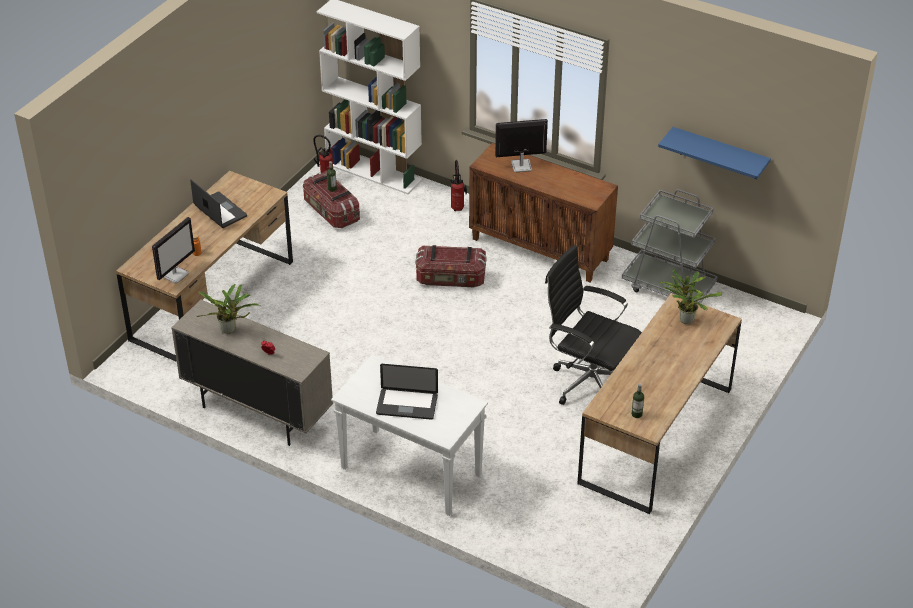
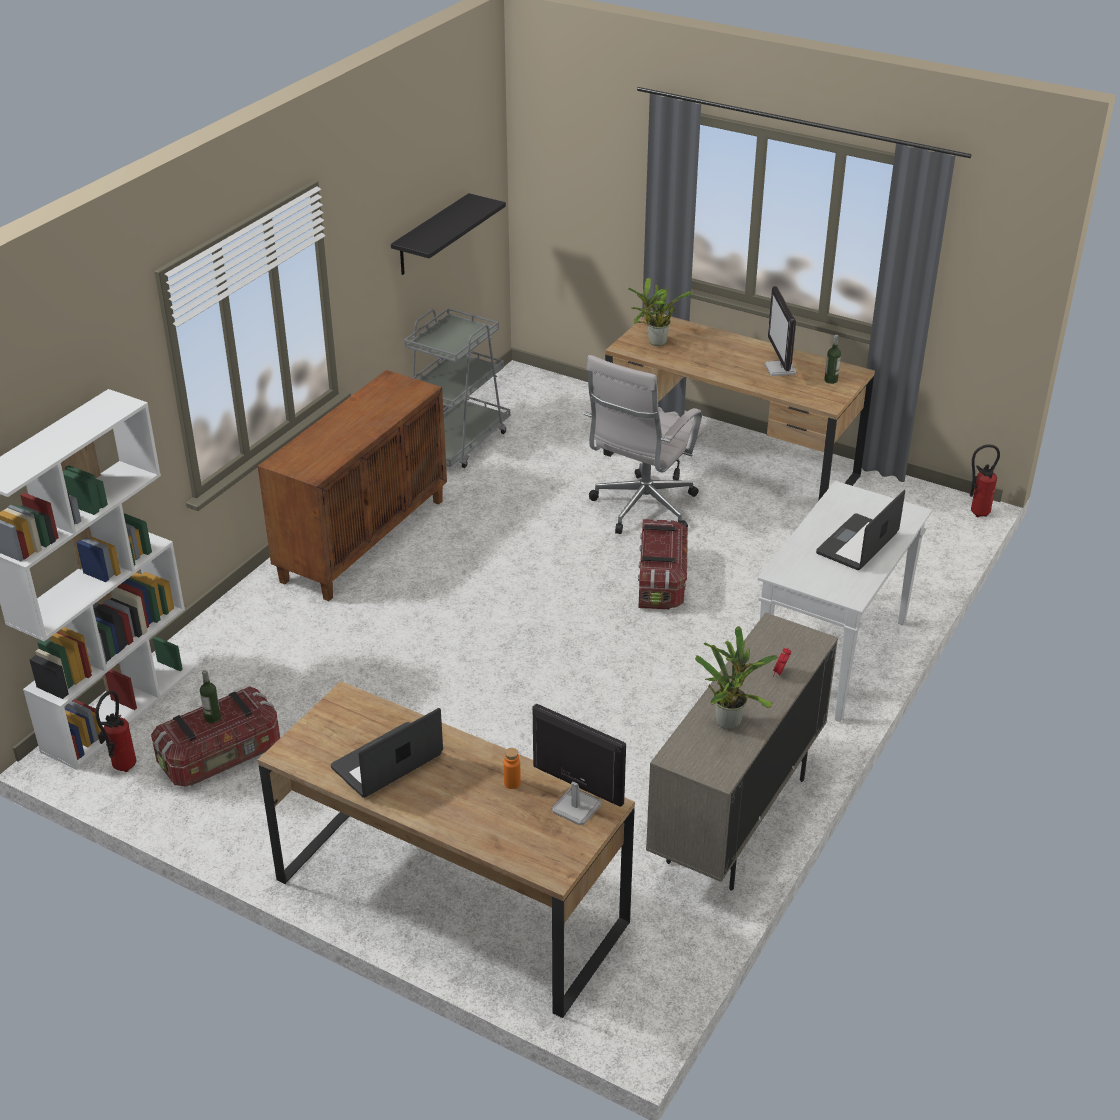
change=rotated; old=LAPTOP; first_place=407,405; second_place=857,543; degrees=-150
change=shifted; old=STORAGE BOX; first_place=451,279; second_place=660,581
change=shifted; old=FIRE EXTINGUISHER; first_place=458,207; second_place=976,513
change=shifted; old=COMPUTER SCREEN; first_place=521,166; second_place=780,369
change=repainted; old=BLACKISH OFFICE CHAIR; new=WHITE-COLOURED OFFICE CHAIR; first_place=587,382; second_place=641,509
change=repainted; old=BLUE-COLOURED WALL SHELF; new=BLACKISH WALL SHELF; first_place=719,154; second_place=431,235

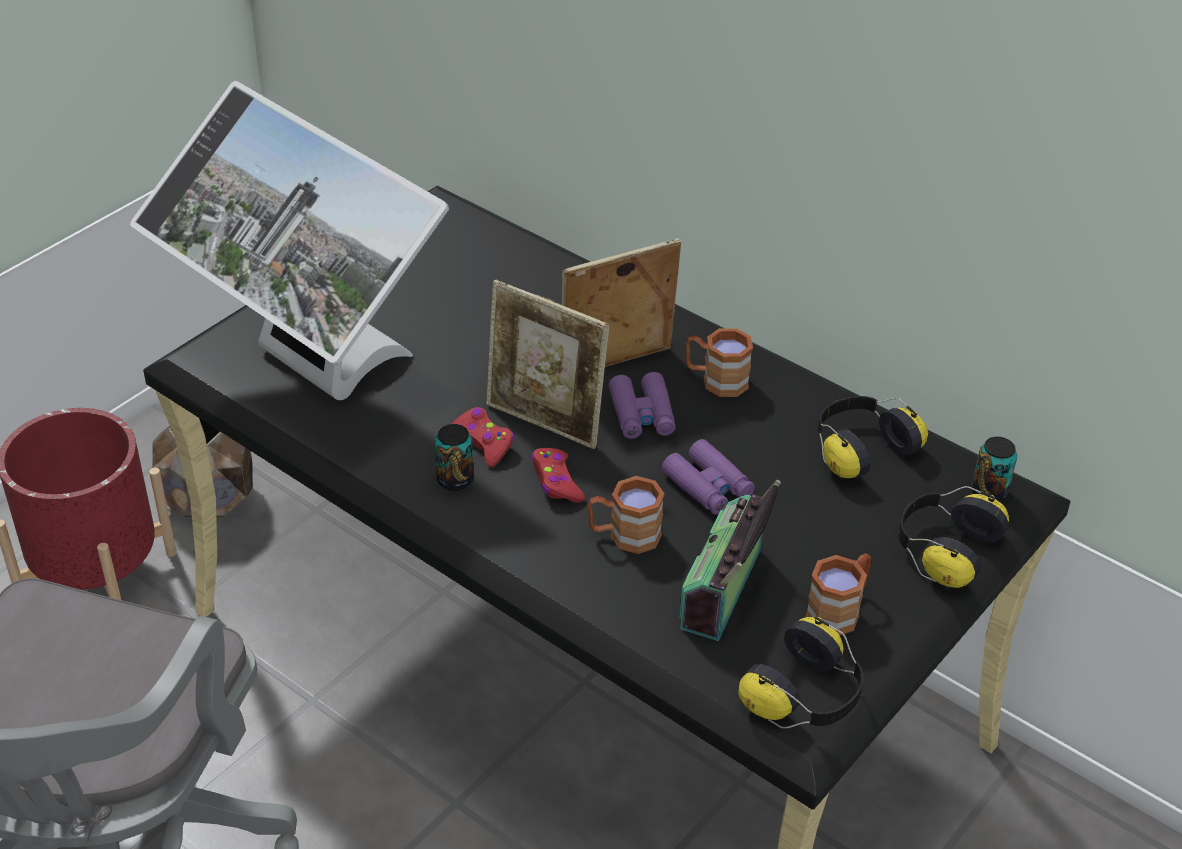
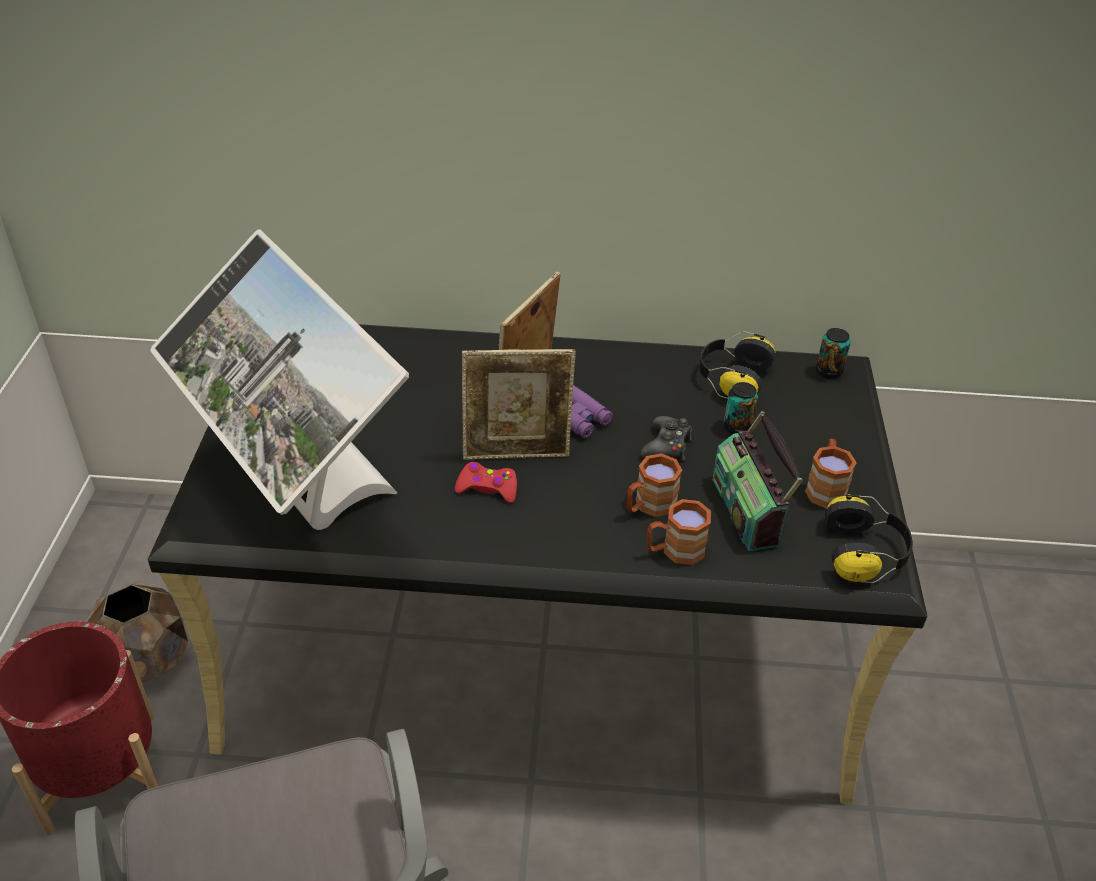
change=rotated; old=COMPUTER SCREEN; first_place=308,371; second_place=300,497; degrees=45
change=shifted; old=SEALED CAN; first_place=455,480; second_place=737,427
change=gone; old=REDDISH GAMEPAD; first_place=556,482
change=swapped; old=PURPLE PAIR OF BINOCULARS; new=BLACKISH GAMEPAD; first_place=708,486; second_place=667,446
change=shifted; old=BROWN-COLOURED COFFEE MUG; first_place=716,380; second_place=675,550
change=gone; old=HEADPHONES; first_place=943,549

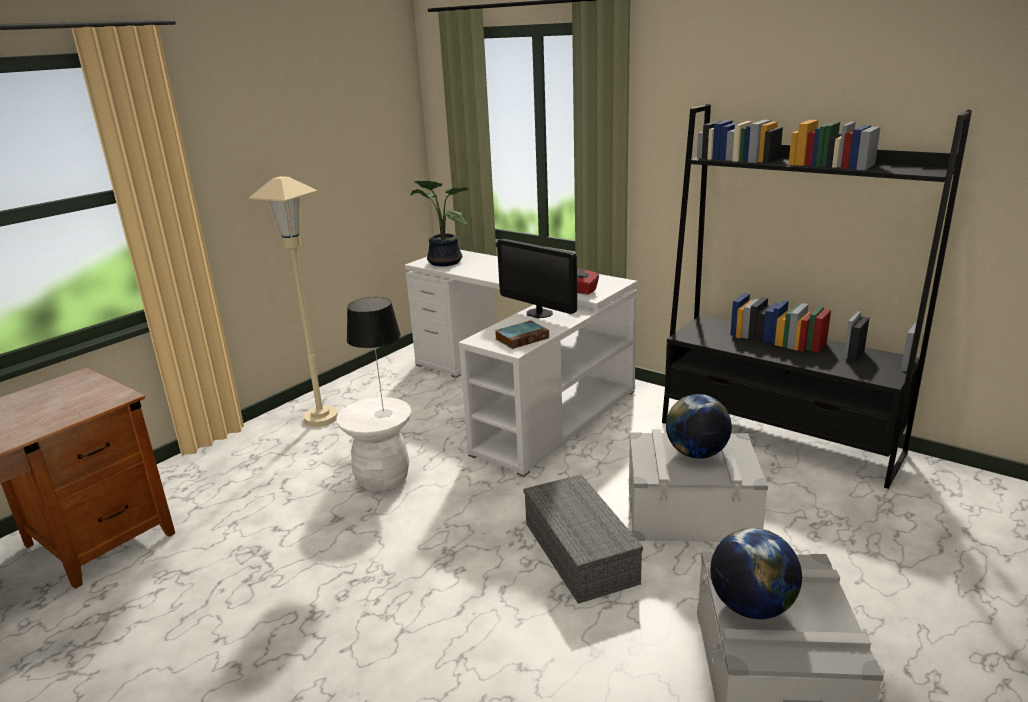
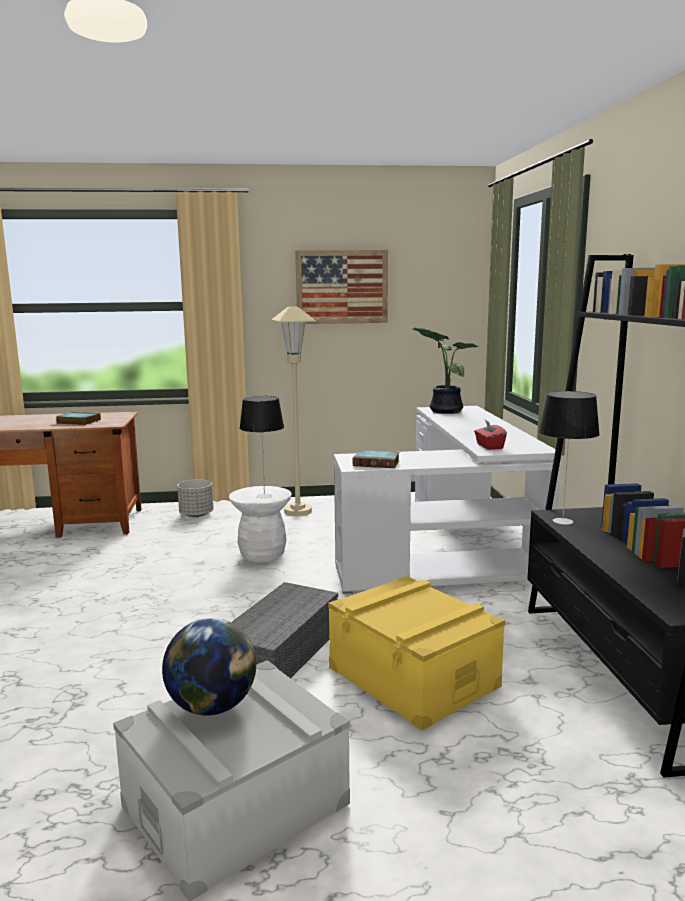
change=gone; old=COMPUTER SCREEN; first_place=539,313
change=repainted; old=GREYISH STORAGE BOX; new=YELLOWISH STORAGE BOX; first_place=691,511; second_place=413,676
change=gone; old=WORLD GLOBE; first_place=696,453
change=new; new=BOUND BOOK; second_place=77,421
change=new; new=GREYISH PLANTER; second_place=196,514
change=new; new=WALL ART; second_place=342,287
change=new; new=TABLE LAMP; second_place=563,521

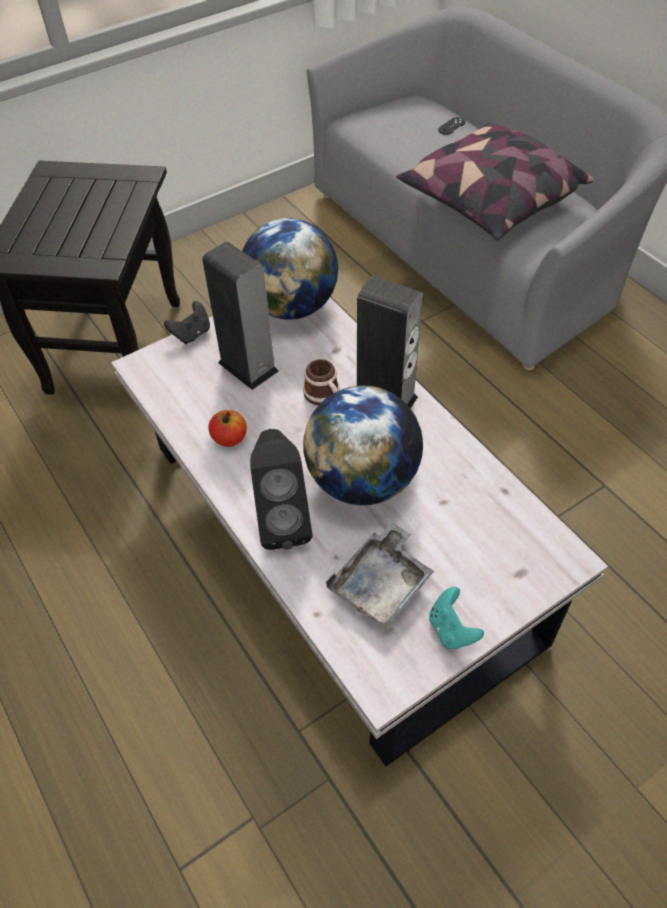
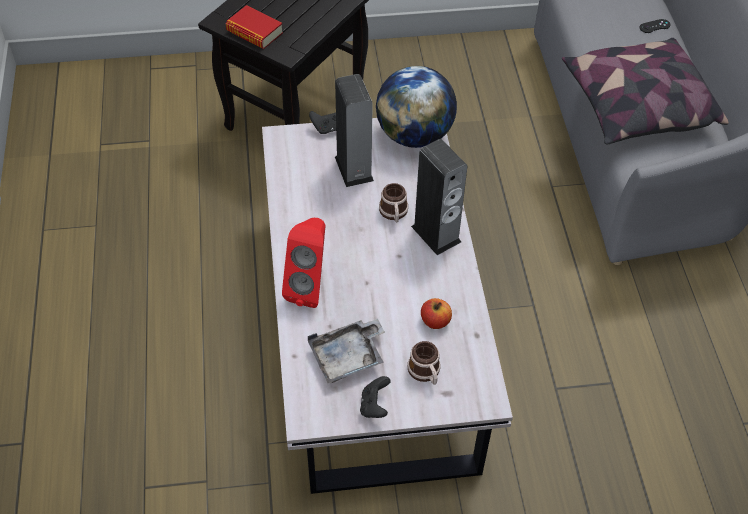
change=shifted; old=WHOLE APPLE; first_place=229,438; second_place=435,321
change=repainted; old=BLACKISH AUDIO SPEAKER; new=REDDISH AUDIO SPEAKER; first_place=282,521; second_place=310,287
change=gone; old=WORLD GLOBE; first_place=363,480
change=repainted; old=BLUE-GREEN GAMEPAD; new=BLACKISH GAMEPAD; first_place=451,629; second_place=374,406
change=new; new=BOUND BOOK; second_place=254,32
change=new; new=COFFEE MUG; second_place=425,373

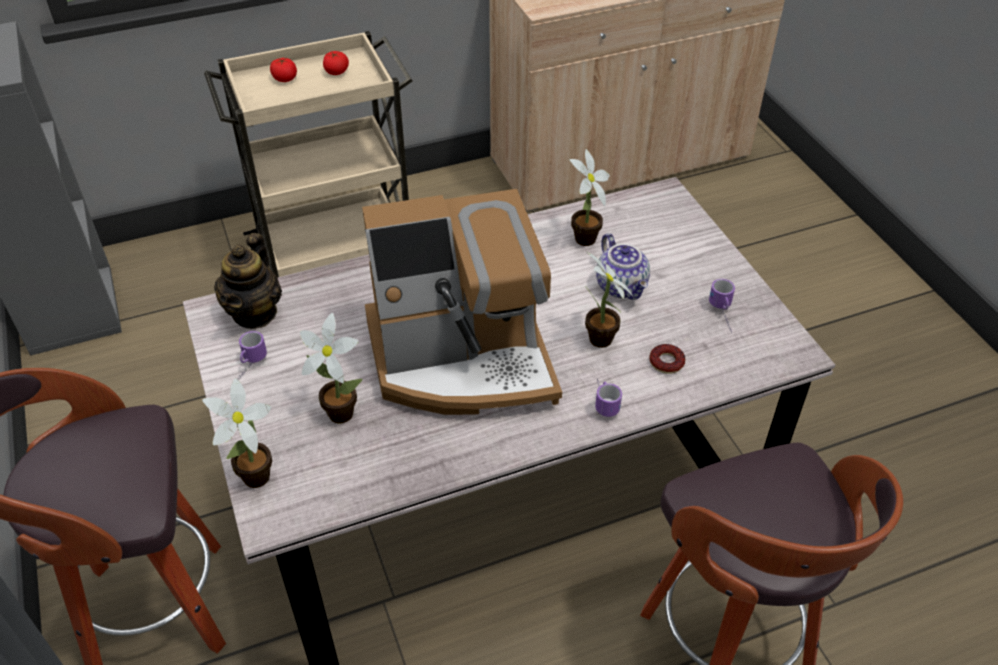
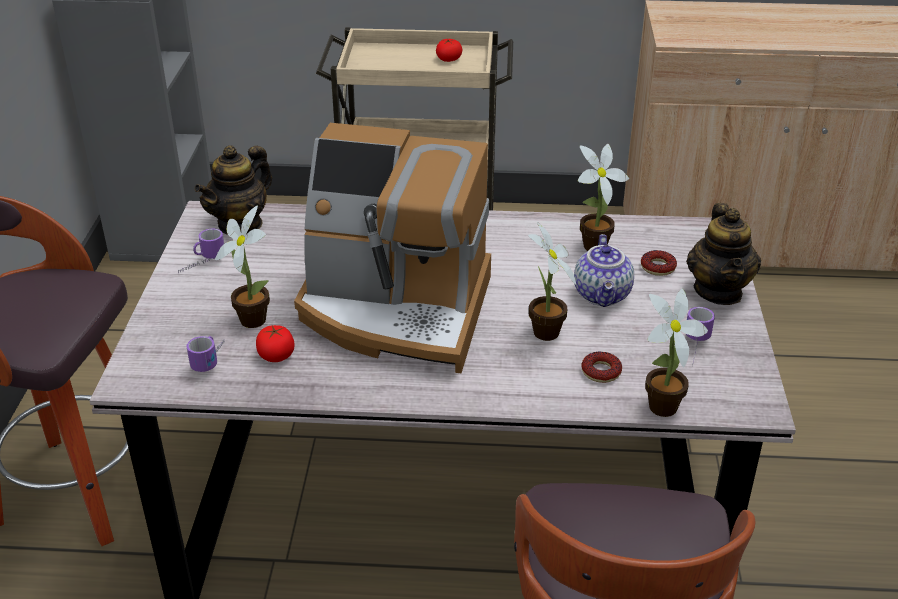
change=shifted; old=POTTED PLANT; first_place=253,480; second_place=658,409
change=shifted; old=TOMATO; first_place=285,78; second_place=276,355
change=shifted; old=COFFEE MUG; first_place=603,401; second_place=212,360
change=new; new=RING DOUGHNUT; second_place=658,267
change=new; new=POT FOR TEA; second_place=718,291

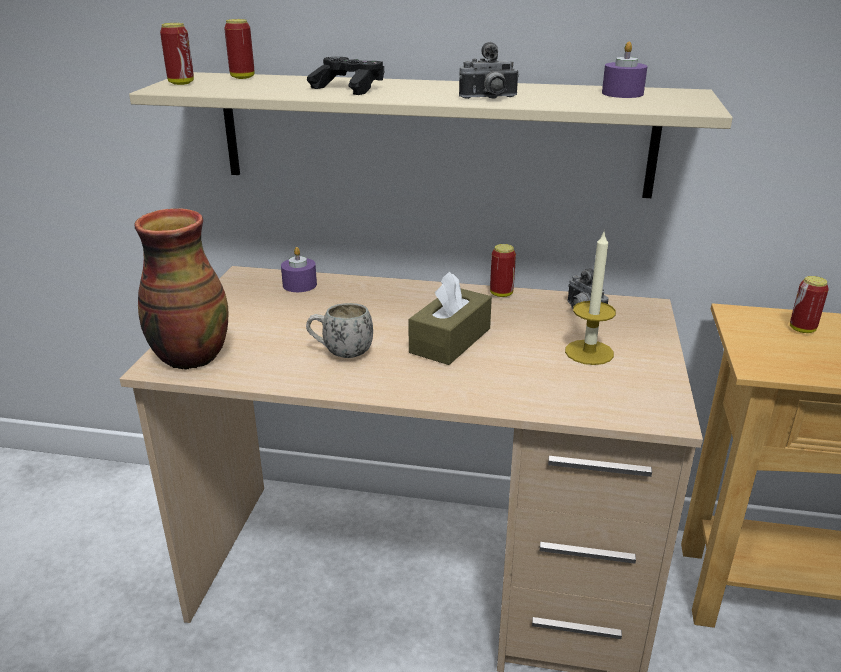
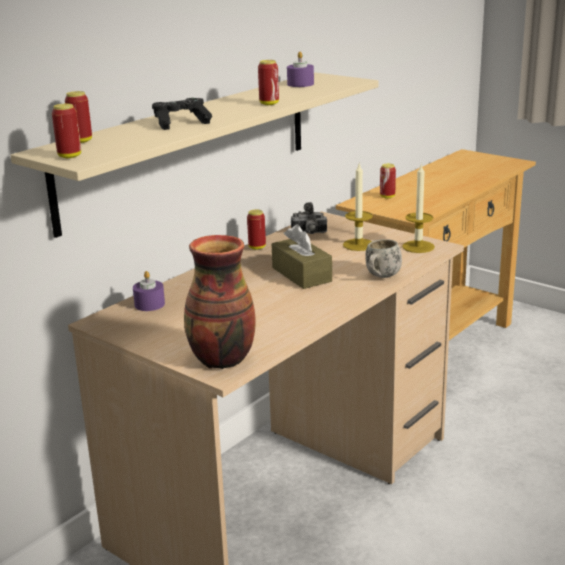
change=shifted; old=WHITE-COLOURED COFFEE MUG; first_place=340,353; second_place=381,277
change=swapped; old=PHOTO CAMERA; new=SEALED CAN; first_place=489,98; second_place=269,104
change=new; new=WAX LIGHT; second_place=418,247

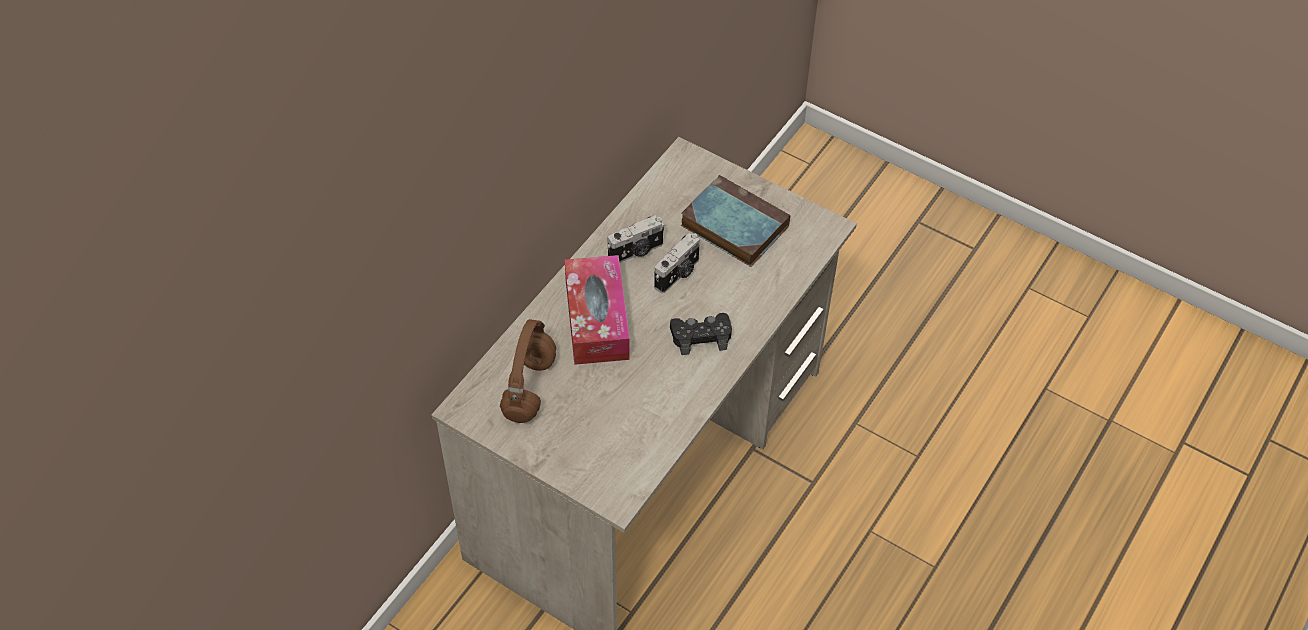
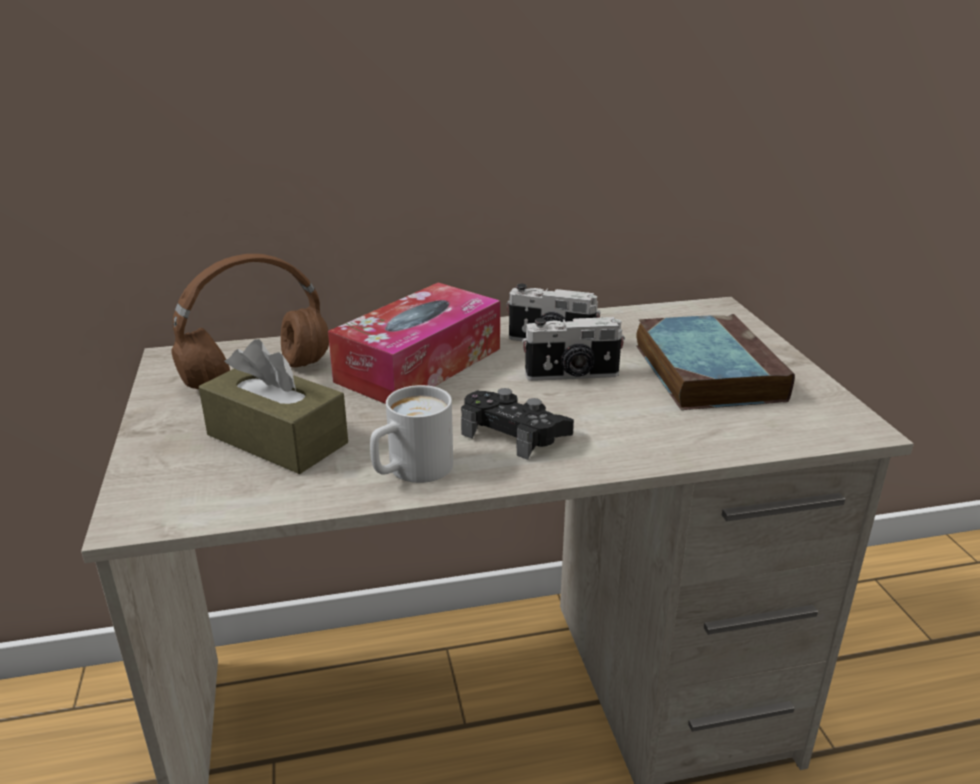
change=new; new=BROWN-COLOURED TISSUE HOLDER; second_place=277,439
change=new; new=WHITE-COLOURED COFFEE MUG; second_place=410,471

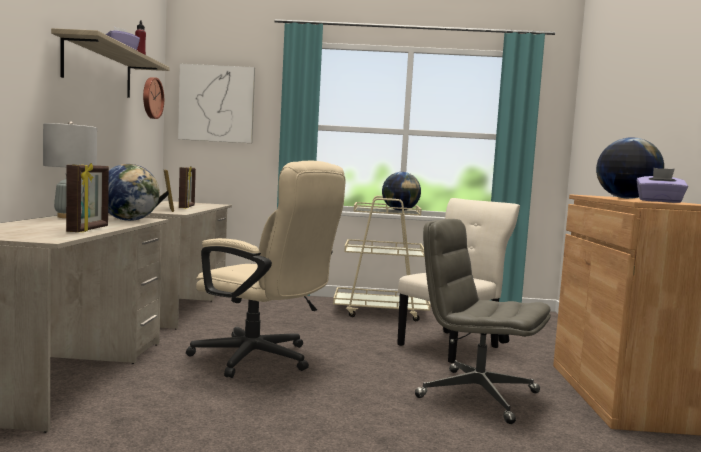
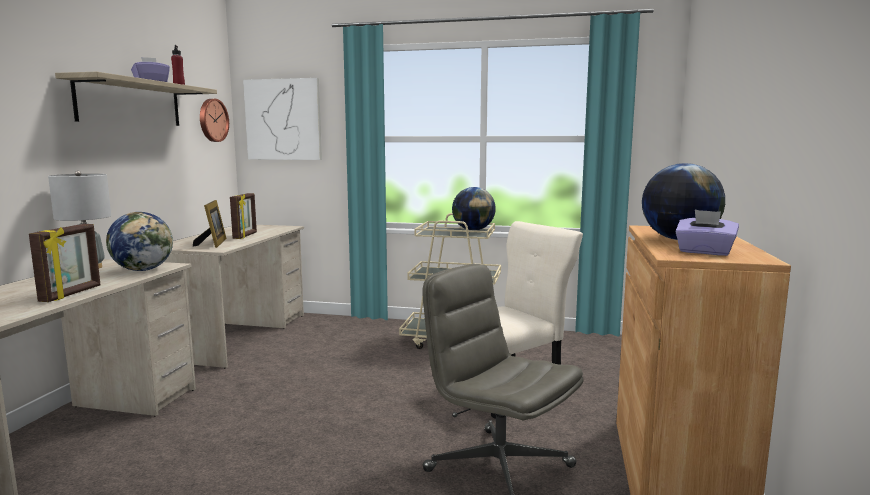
change=gone; old=SAND-COLOURED OFFICE CHAIR; first_place=262,359

